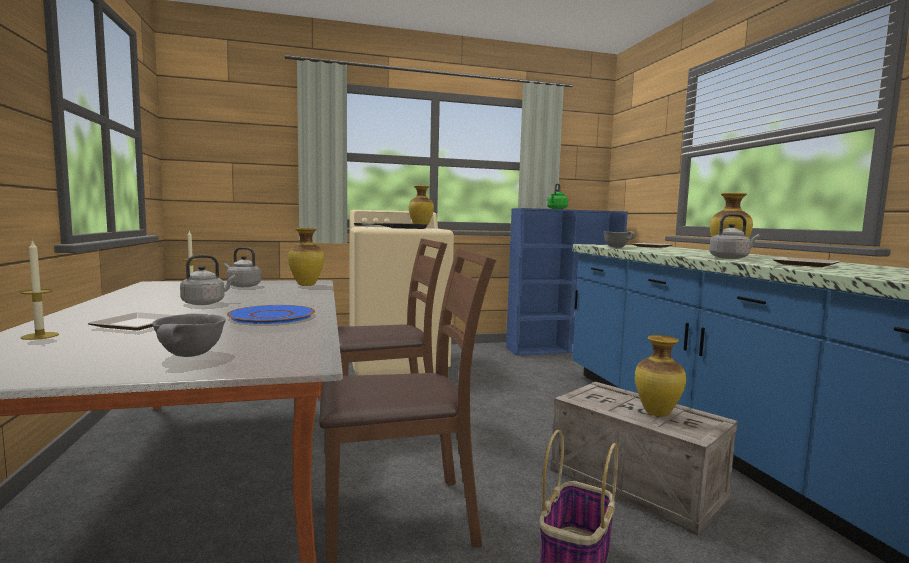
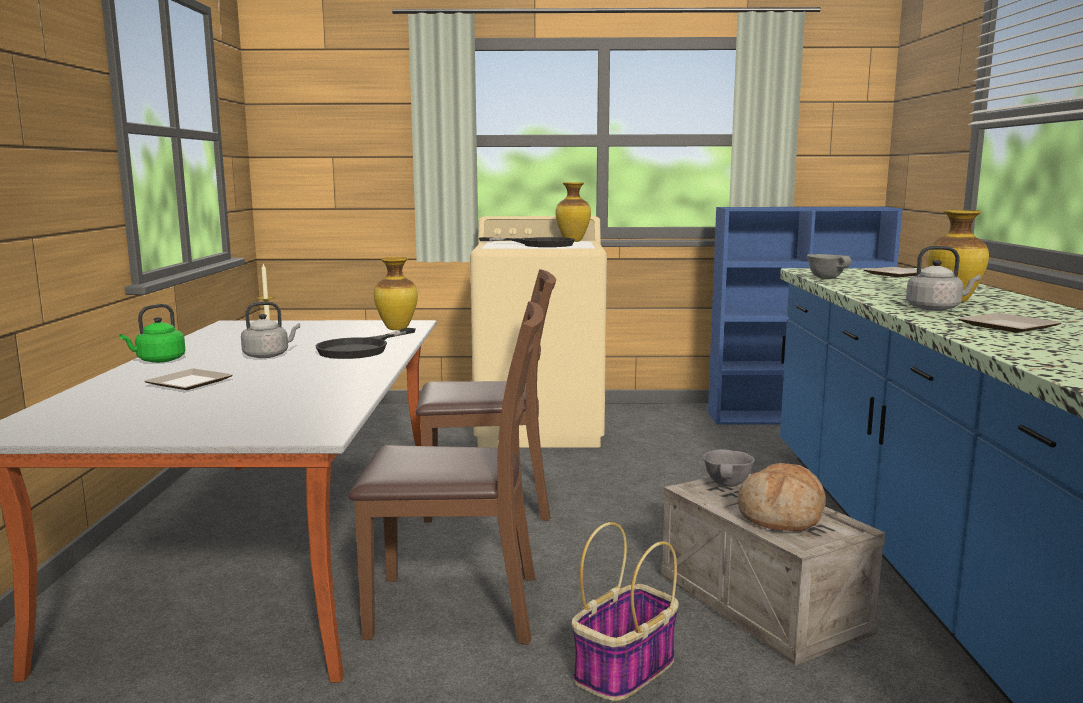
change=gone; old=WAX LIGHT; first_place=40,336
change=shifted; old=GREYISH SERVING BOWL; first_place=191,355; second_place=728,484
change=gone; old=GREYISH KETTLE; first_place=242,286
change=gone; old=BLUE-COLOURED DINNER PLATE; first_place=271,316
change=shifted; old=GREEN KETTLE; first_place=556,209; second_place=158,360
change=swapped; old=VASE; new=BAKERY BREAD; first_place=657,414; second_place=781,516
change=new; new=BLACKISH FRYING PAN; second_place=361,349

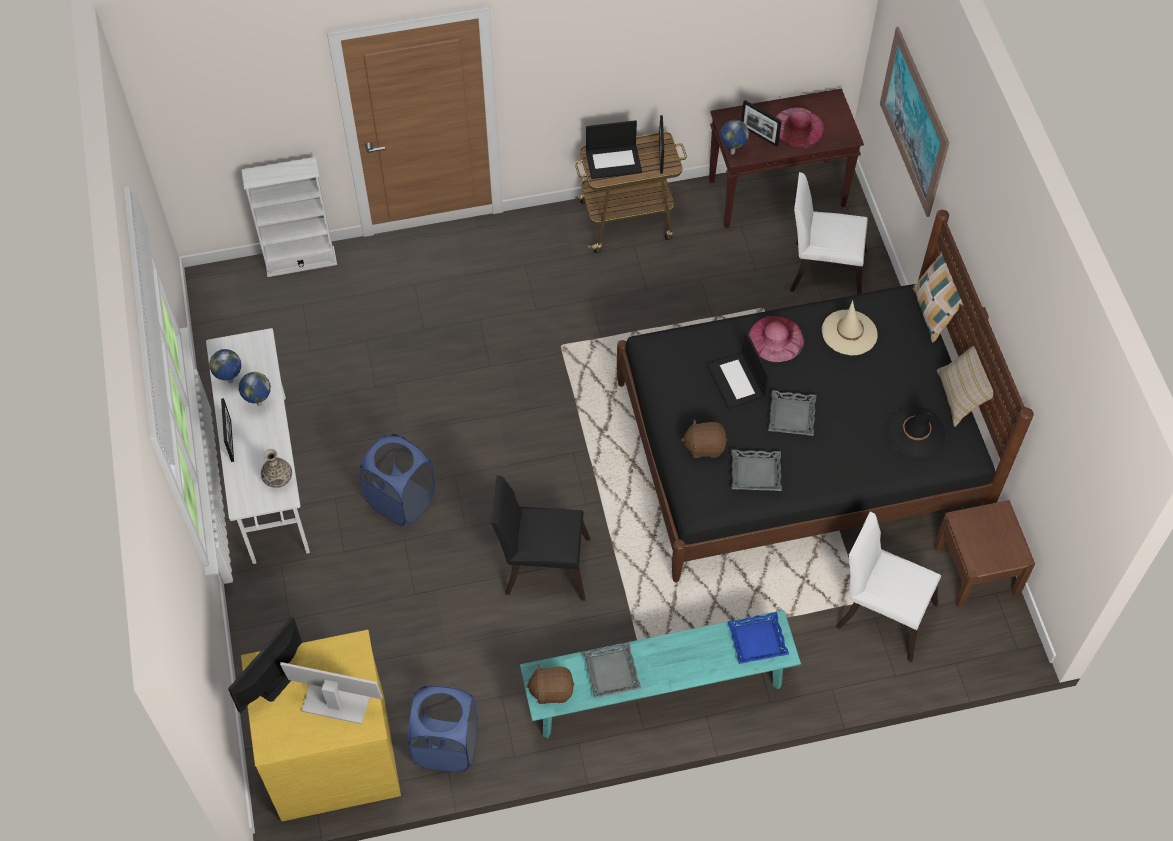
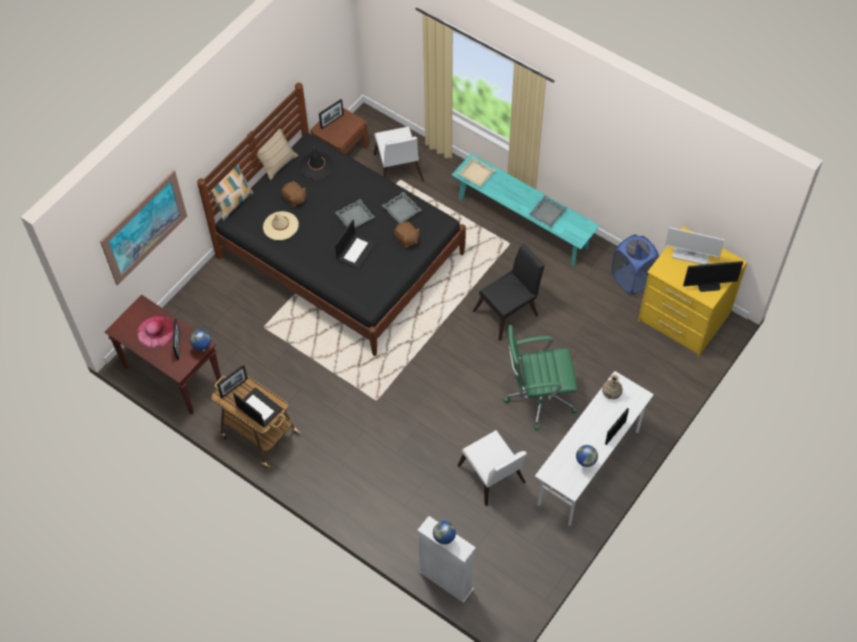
change=shifted; old=WORLD GLOBE; first_place=258,404; second_place=444,541
change=rotated; old=COMPUTER SCREEN; first_place=336,703; second_place=690,255; degrees=-45
change=swapped; old=BLUE-COLOURED HAMPER; new=GREEN OFFICE CHAIR; first_place=401,500; second_place=538,397
change=rotated; old=BLACKISH PLAIN CHAIR; first_place=541,564; second_place=509,311; degrees=-90
change=shifted; old=BROWN-COLOURED SOFT TOY; first_place=551,690; second_place=294,199
change=repainted; old=BLUE-COLOURED TRAY; new=SAND-COLOURED TRAY; first_place=757,641; second_place=476,173
change=gone; old=PINKISH HAT; first_place=776,338
change=shifted; old=WHITE-COLOURED PLAIN CHAIR; first_place=822,269; second_place=493,478
change=new; new=PHOTO FRAME; second_place=332,121

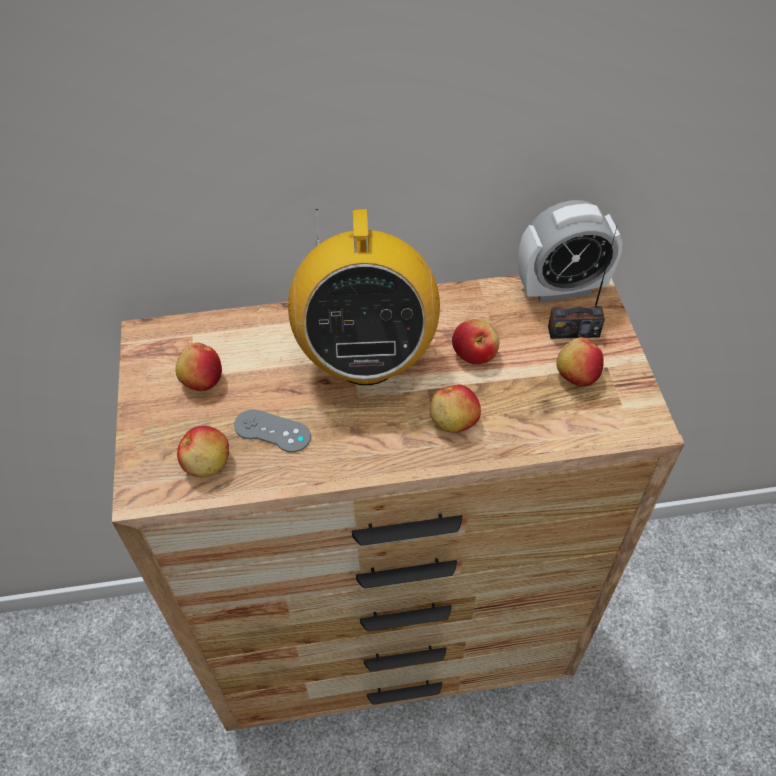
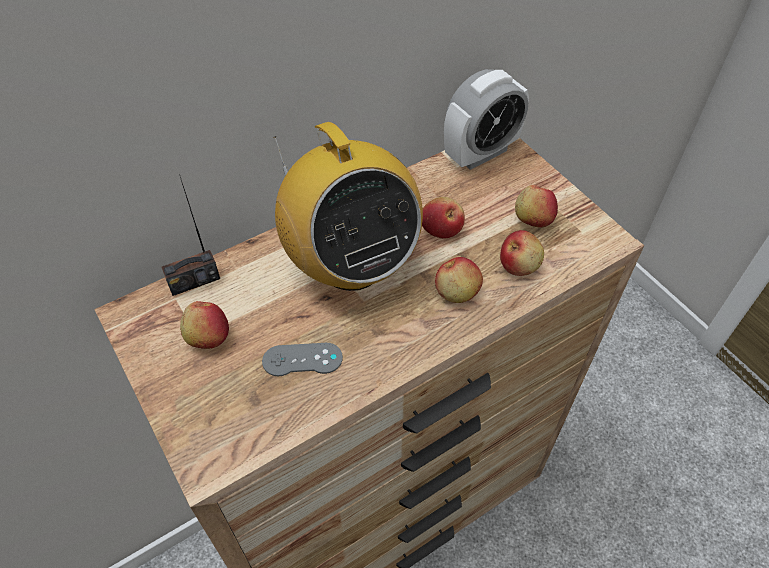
change=shifted; old=WHOLE APPLE; first_place=207,463; second_place=519,265
change=shifted; old=RADIO RECEIVER; first_place=573,331; second_place=194,281

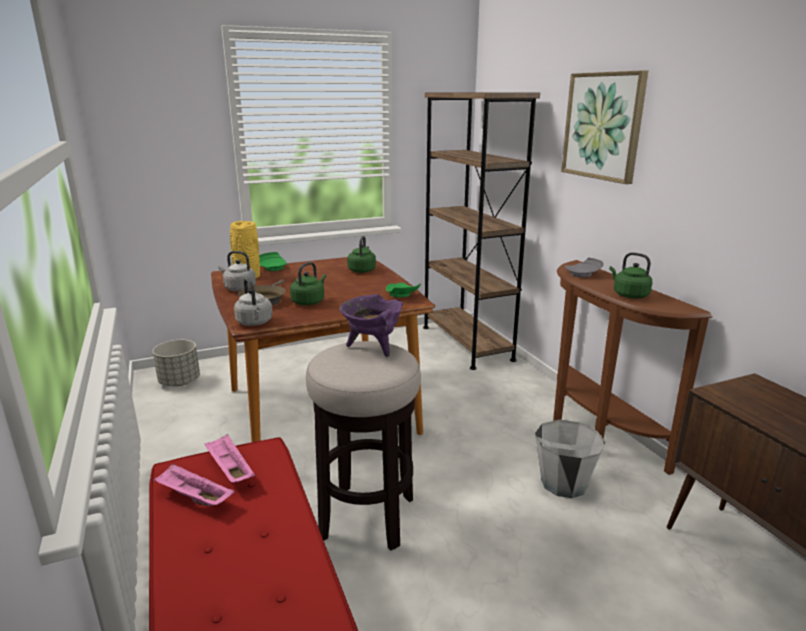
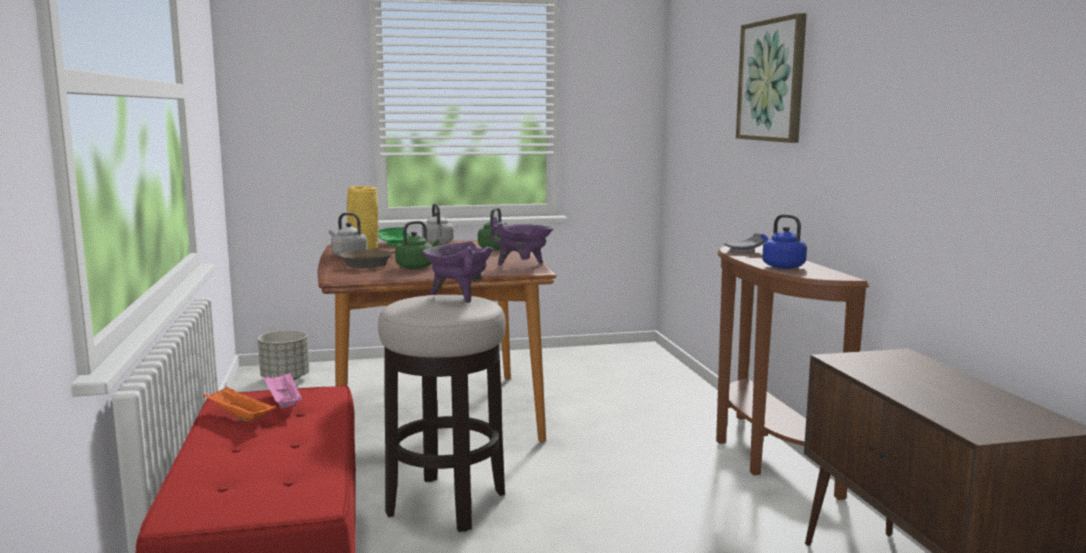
change=repainted; old=PINKISH TRAY; new=ORANGEY TRAY; first_place=193,498; second_place=238,417
change=shifted; old=GREYISH KETTLE; first_place=255,323; second_place=438,243
change=swapped; old=GREEN DINNER PLATE; new=PURPLE STOCKPOT; first_place=401,295; second_place=523,266
change=gone; old=BROWN-COLOURED BOOKSHELF; first_place=466,343
change=gone; old=GREYISH PAIL; first_place=563,483
change=repainted; old=GREEN KETTLE; new=BLUE-COLOURED KETTLE; first_place=628,295; second_place=781,266

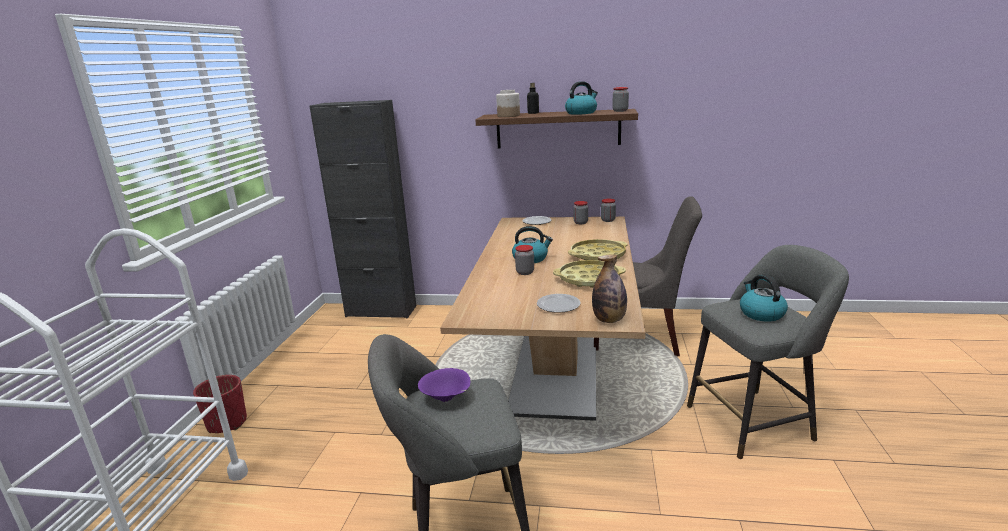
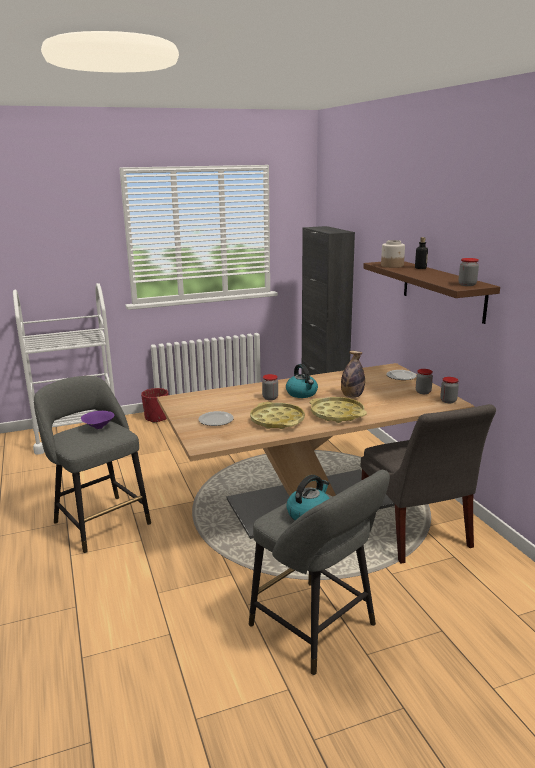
change=gone; old=KETTLE; first_place=581,113
change=shifted; old=BEVERAGE BOTTLE; first_place=609,320; second_place=352,396

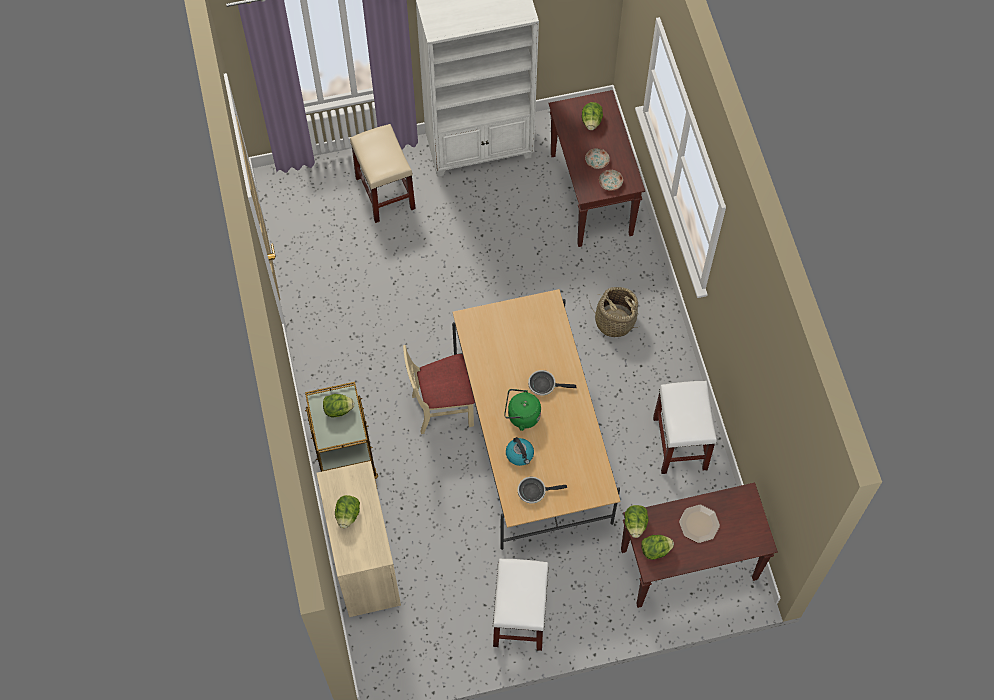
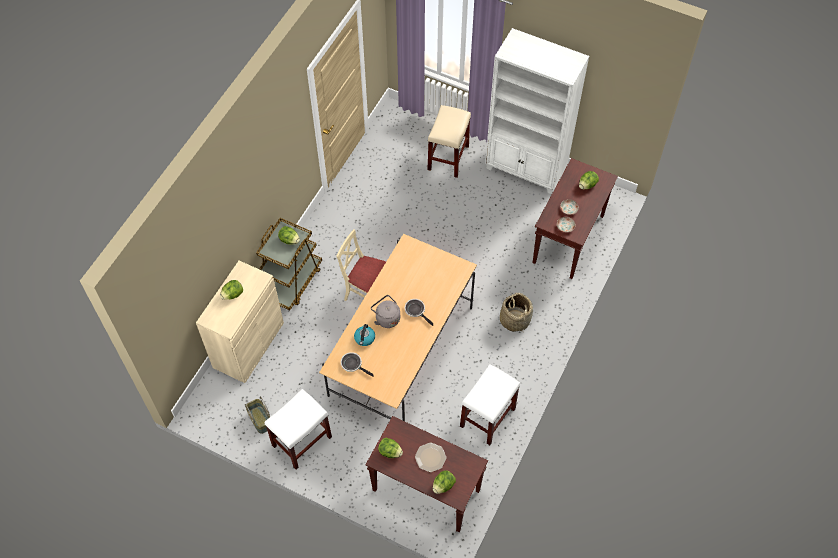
change=repainted; old=GREEN KETTLE; new=GREYISH KETTLE; first_place=521,416; second_place=386,318
change=shifted; old=HEAD OF LETTUCE; first_place=635,524; second_place=443,485
change=new; new=HOUSEHOLD BASKET; second_place=259,420

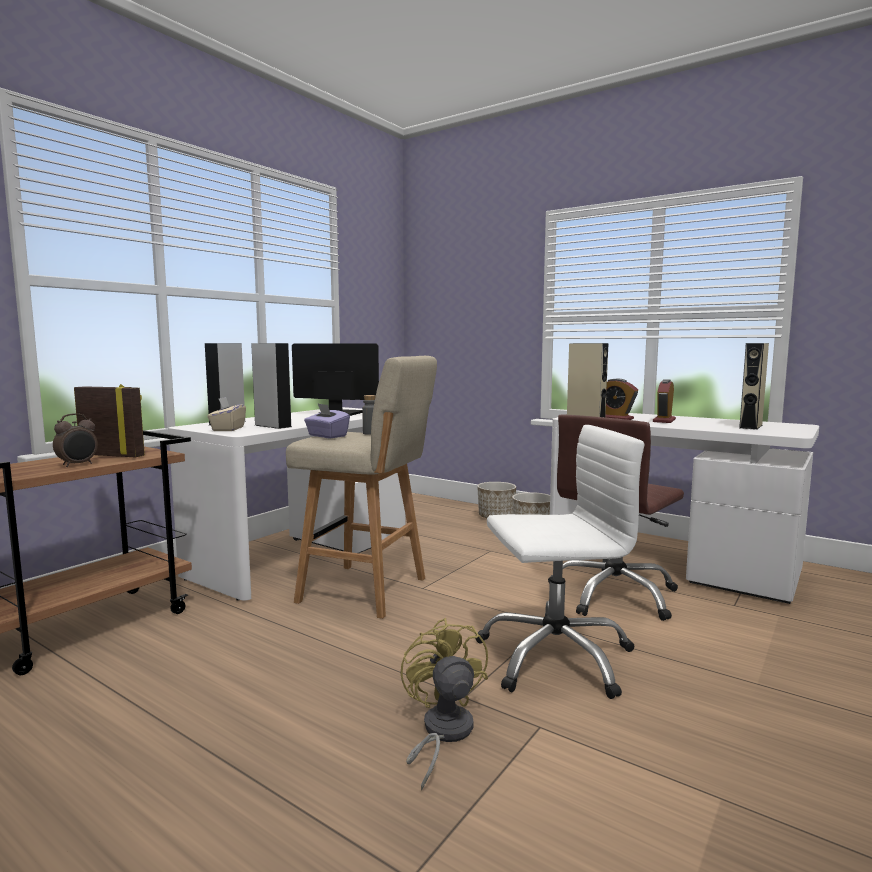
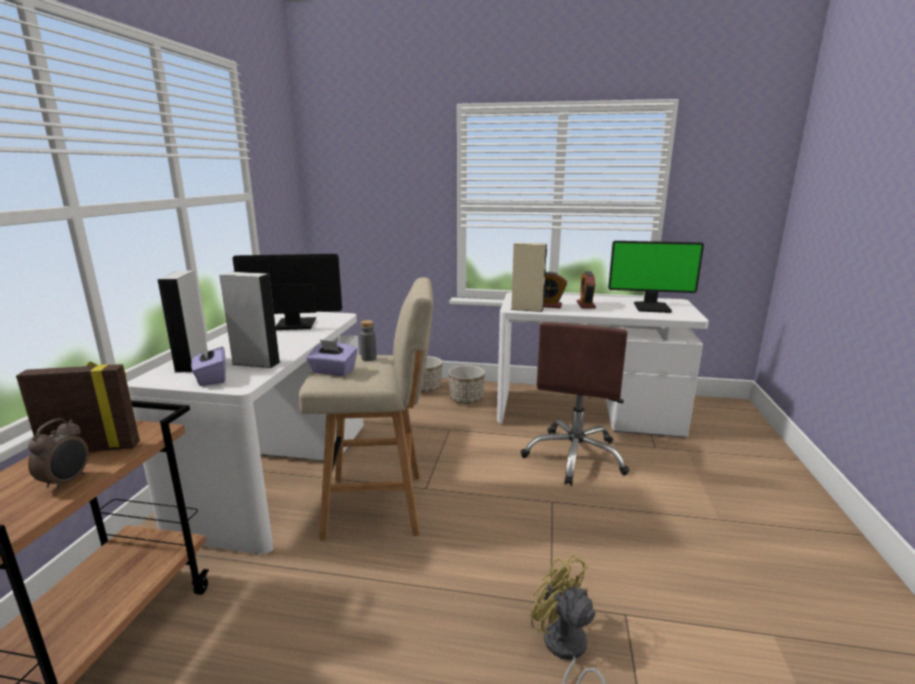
change=repainted; old=SAND-COLOURED TISSUE HOLDER; new=PURPLE TISSUE HOLDER; first_place=227,429; second_place=211,378
change=gone; old=WHITE-COLOURED OFFICE CHAIR; first_place=555,656
change=swapped; old=SAND-COLOURED AUDIO SPEAKER; new=COMPUTER SCREEN; first_place=750,426; second_place=652,307

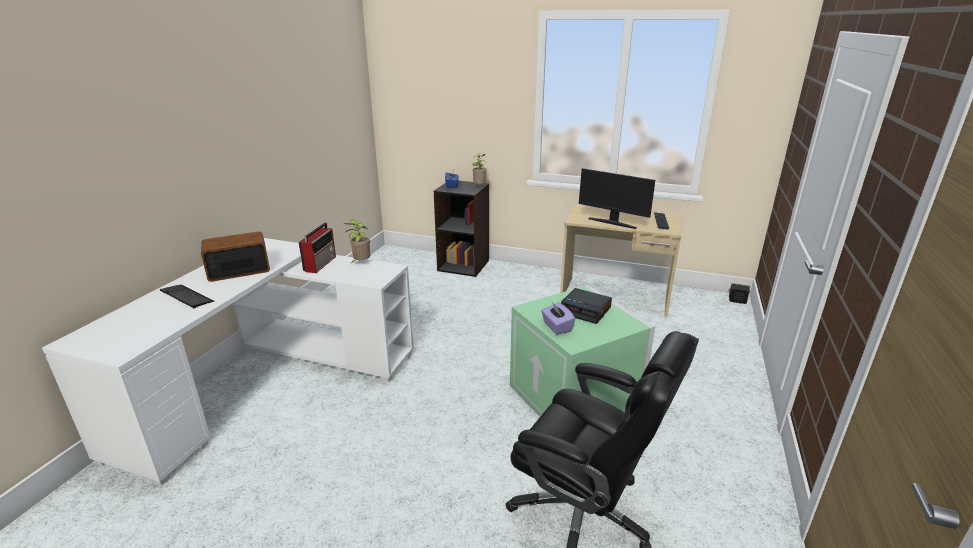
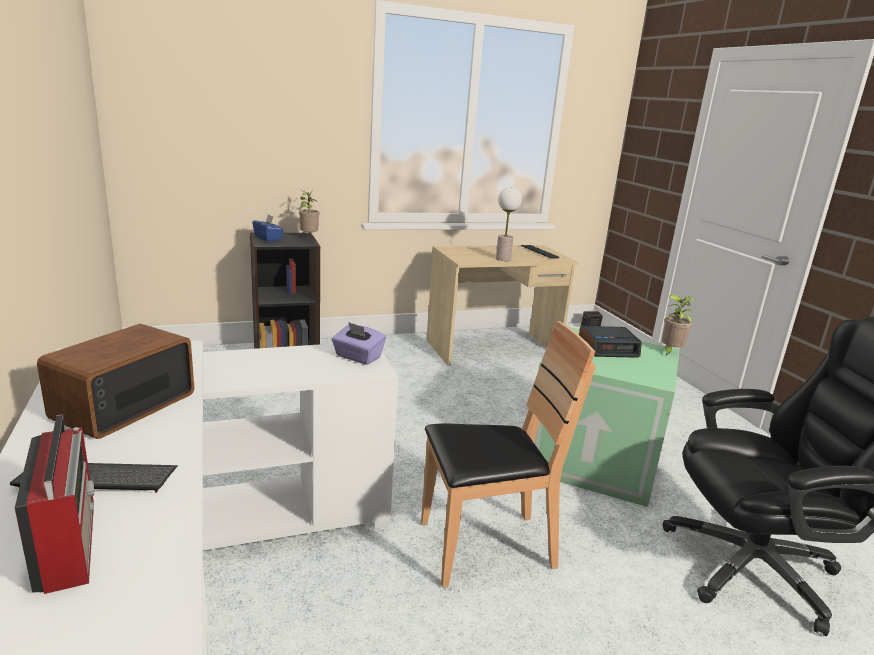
change=shifted; old=RADIO RECEIVER; first_place=321,263; second_place=68,543
change=shifted; old=POTTED PLANT; first_place=361,263; second_place=670,352
change=shifted; old=PURPLE TISSUE HOLDER; first_place=556,327; second_place=357,357
change=swapped; old=COMPUTER SCREEN; new=TABLE LAMP; first_place=612,223; second_place=503,259
change=new; new=BROWN-COLOURED PLAIN CHAIR; second_place=485,546

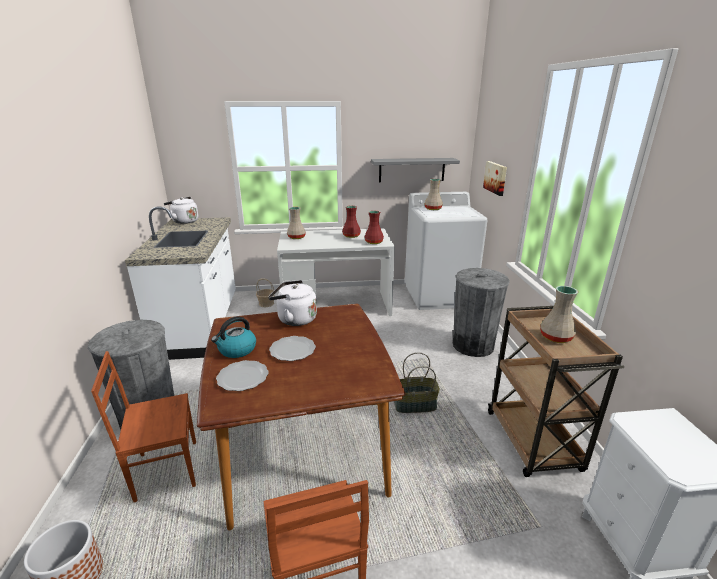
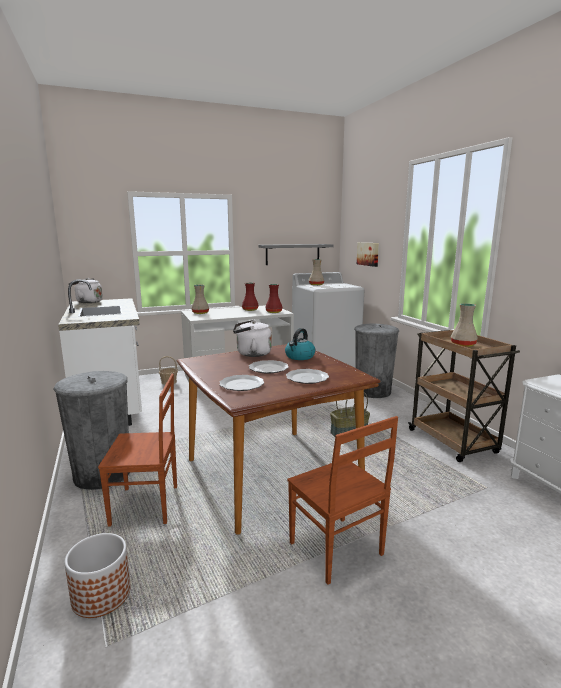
change=rotated; old=BROWN-COLOURED PLAIN CHAIR; first_place=165,469; second_place=146,506; degrees=-150
change=shifted; old=KETTLE; first_place=237,350; second_place=299,357
change=new; new=DINNER PLATE; second_place=307,378

